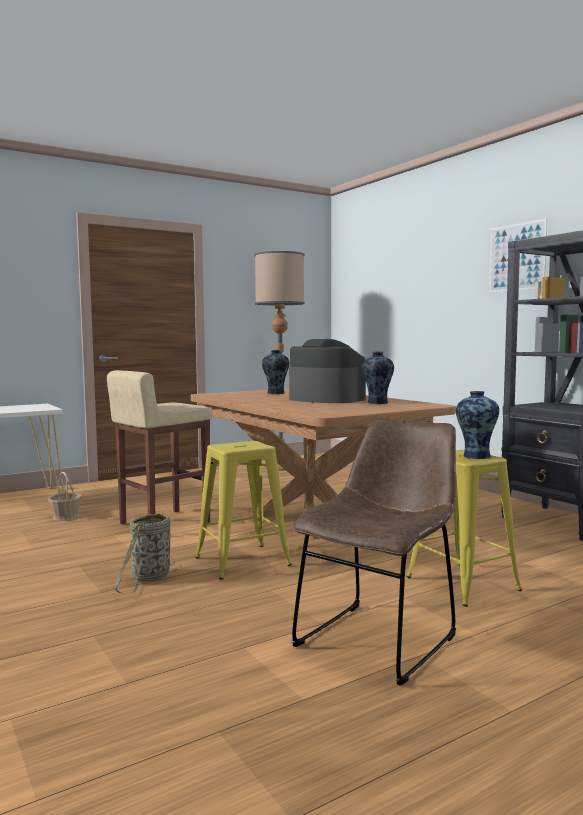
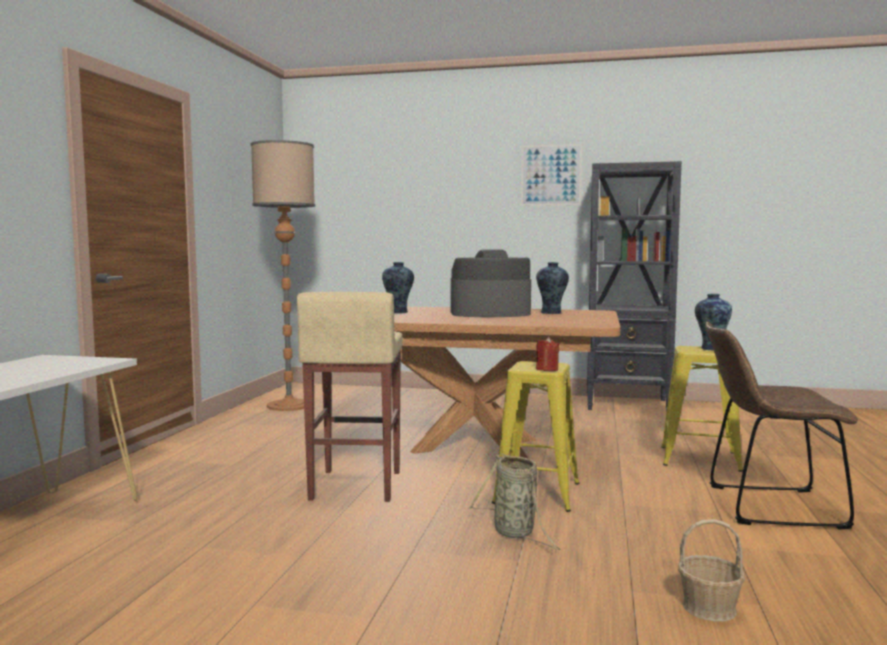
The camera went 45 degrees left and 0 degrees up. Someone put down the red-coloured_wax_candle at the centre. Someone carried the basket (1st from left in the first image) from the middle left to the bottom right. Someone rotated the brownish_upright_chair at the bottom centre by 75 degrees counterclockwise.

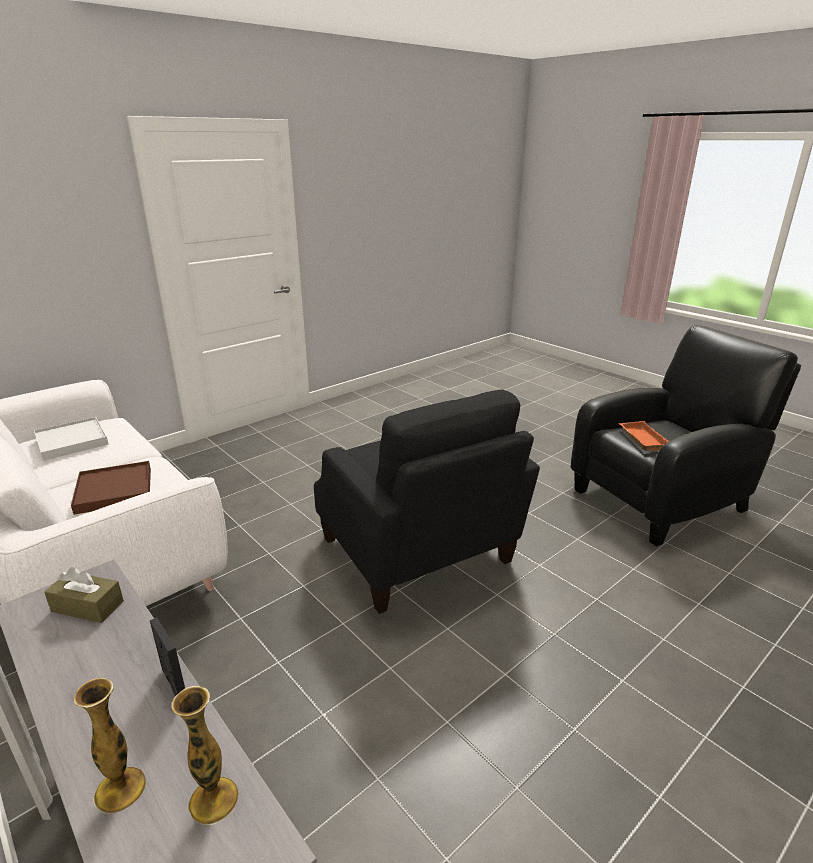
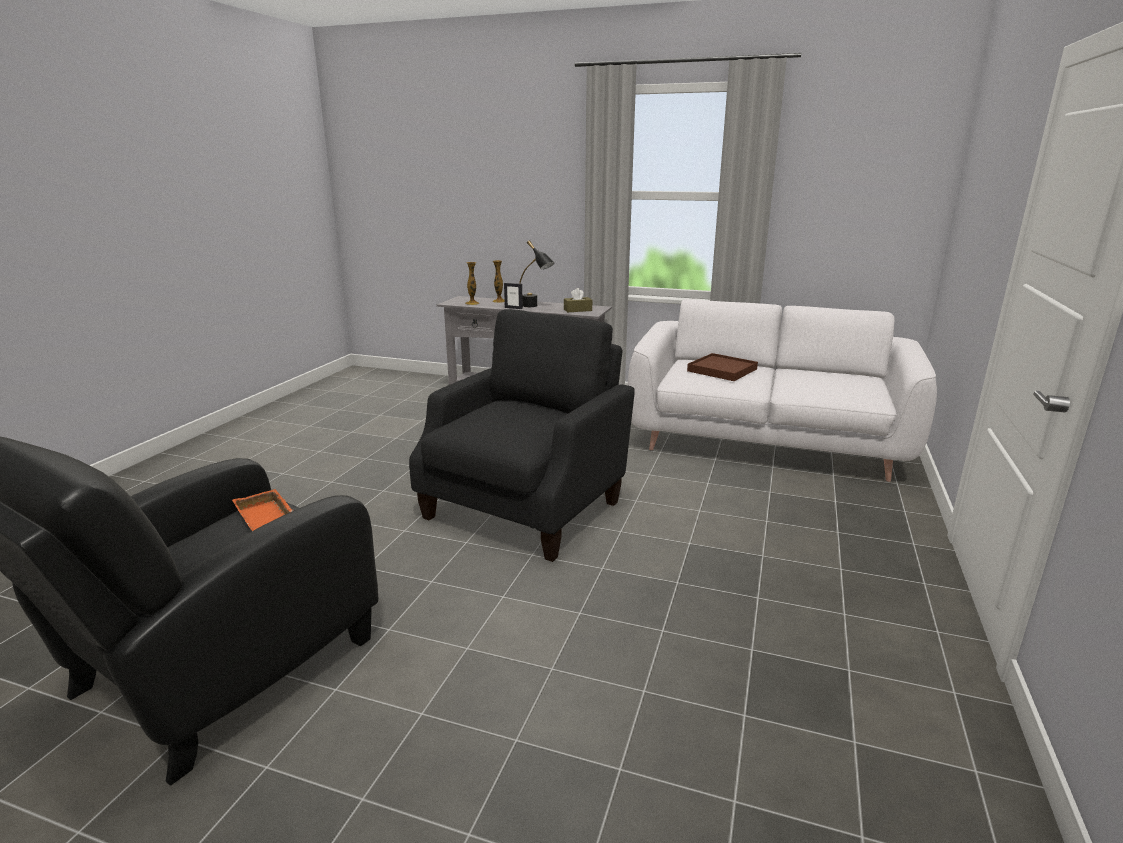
The camera went 150 degrees right and 5 degrees down. Someone rotated the blackish_lounge_chair (1st from left in the first image) at the centre by 90 degrees clockwise. Someone put down the blackish_lamp_for_a_table at the top centre. Someone took away the whitish_carrying_tray at the middle left.

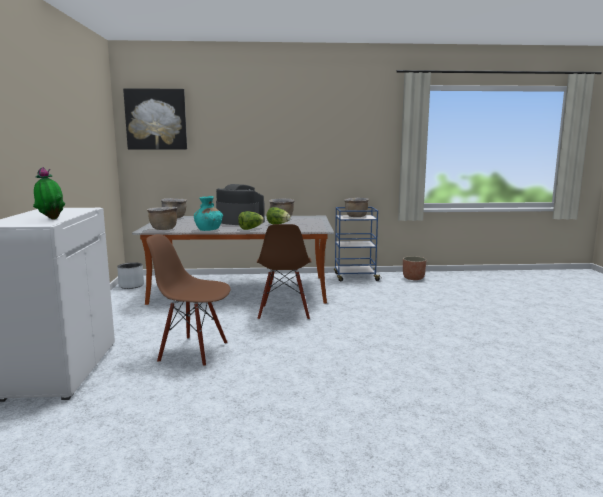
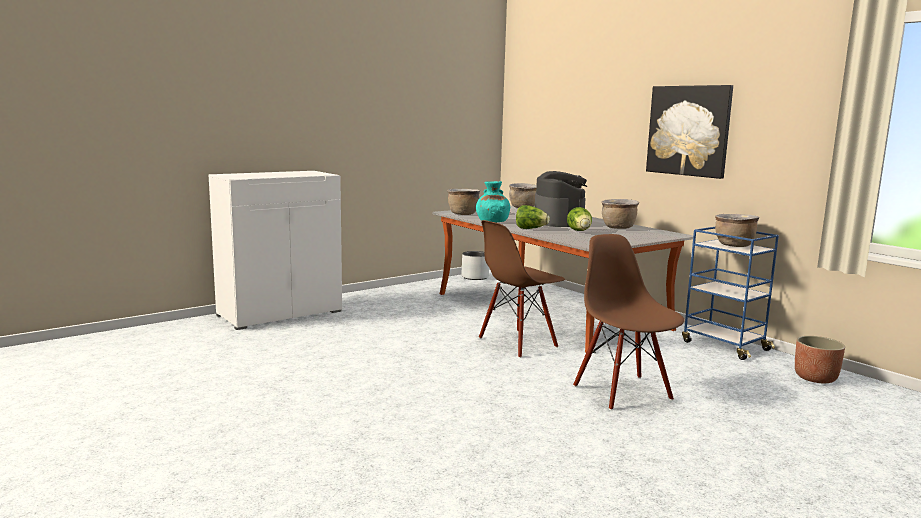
The camera went 55 degrees right and 0 degrees up. Someone carried the brownish_upright_chair (1st from left in the first image) from the middle left to the middle right. Someone carried the wall_picture from the top left to the top right. Someone took away the plant_in_a_pot at the middle left.

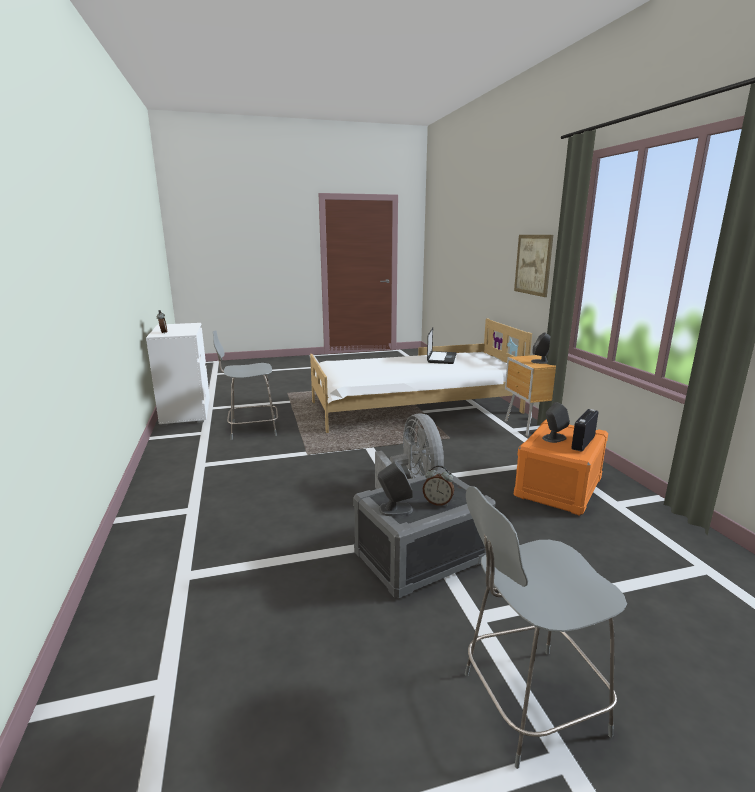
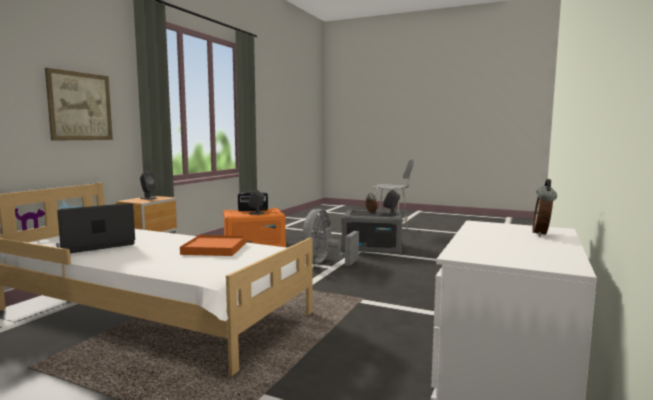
The camera went 140 degrees left and 10 degrees down. Someone put down the orangey_carrying_tray at the middle left. Someone took away the grey_upright_chair (1st from left) at the middle left.

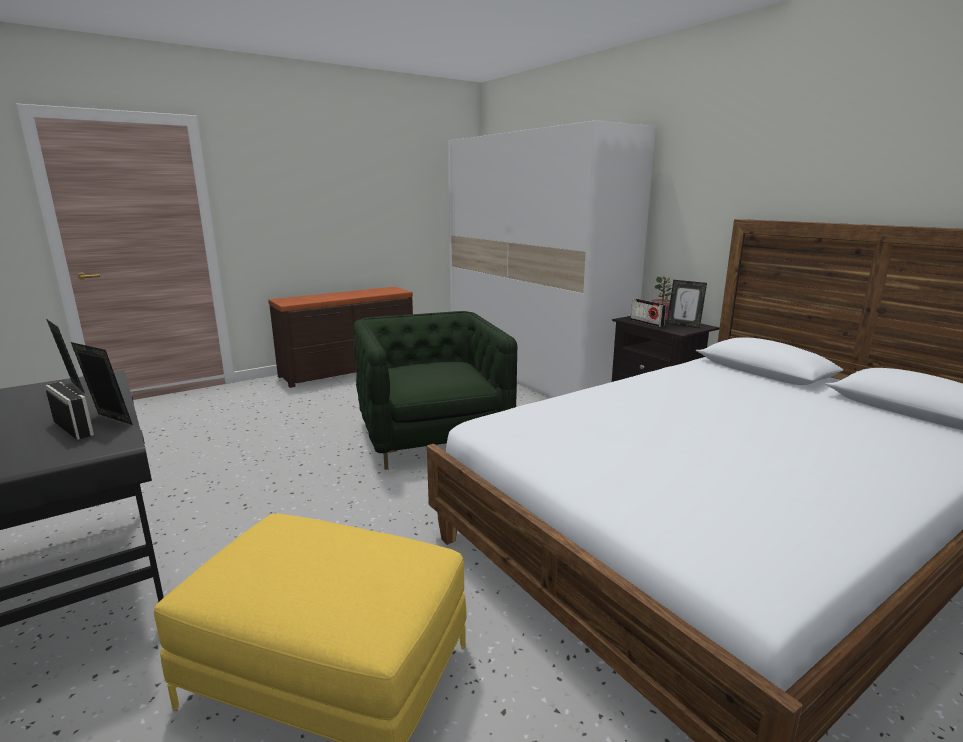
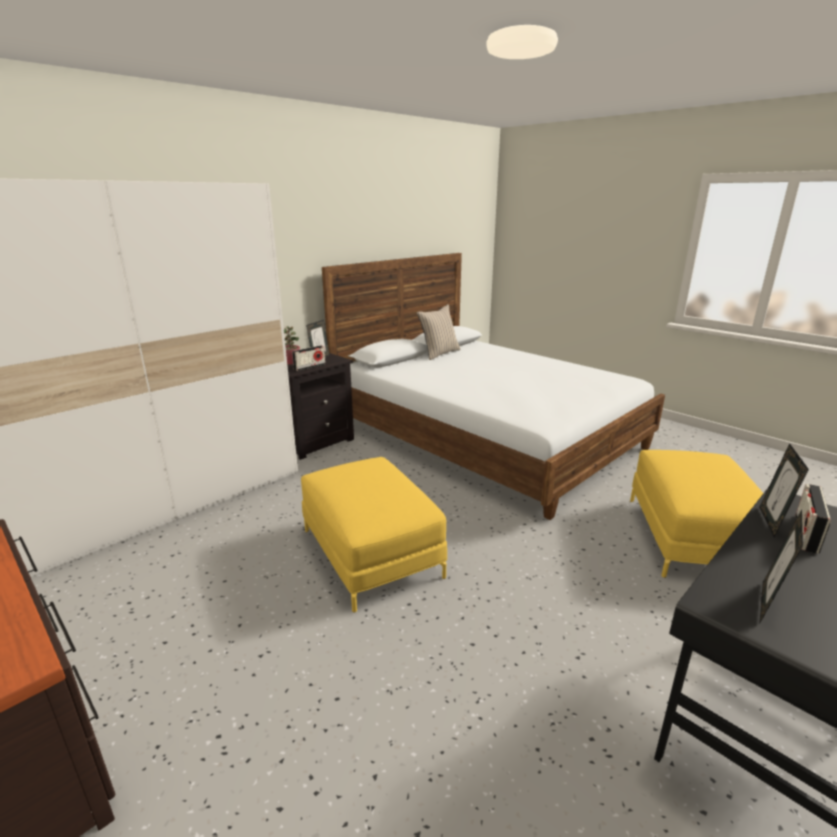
The camera went 100 degrees left and 5 degrees up. Someone swapped the greenish_lounge_chair at the centre for the yellow-coloured_footrest (1st from left) at the centre. Someone put down the beige-coloured_cushion at the centre.

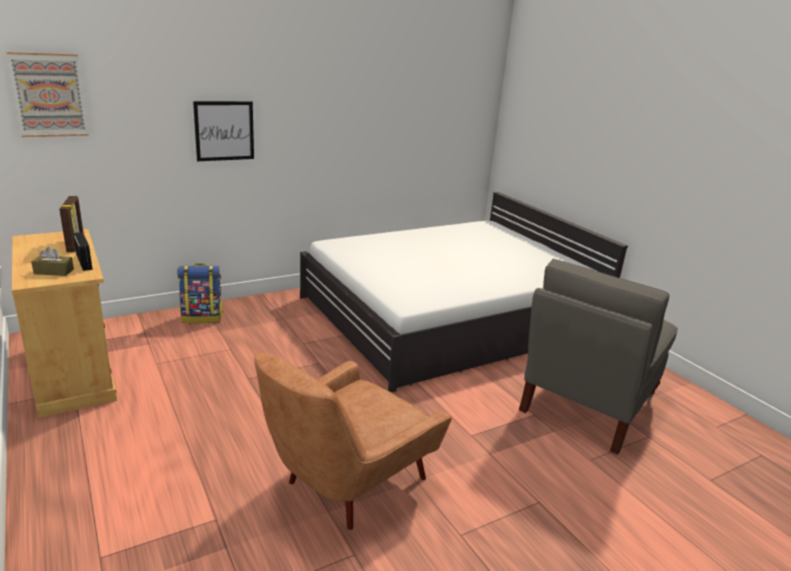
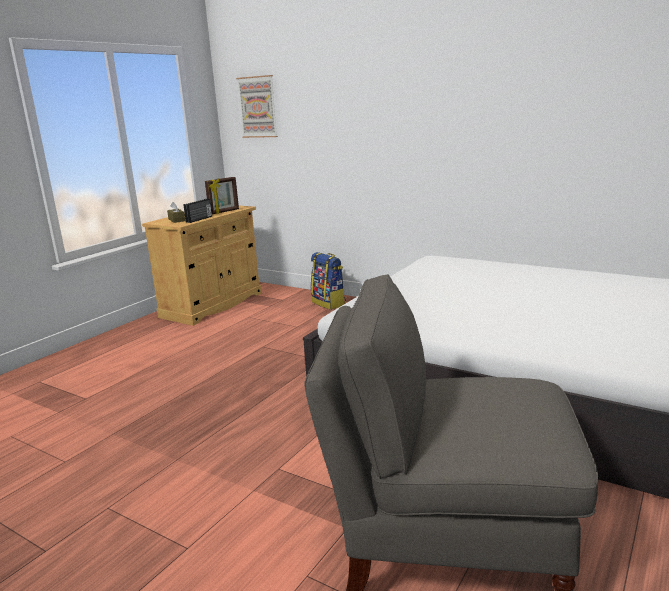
The camera went 65 degrees right and 5 degrees down. Someone took away the wall_picture (2nd from left) at the top left. Someone took away the brownish_lounge_chair at the bottom centre.

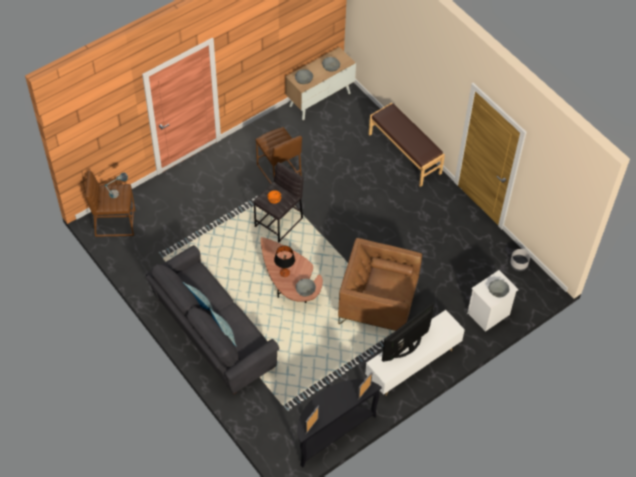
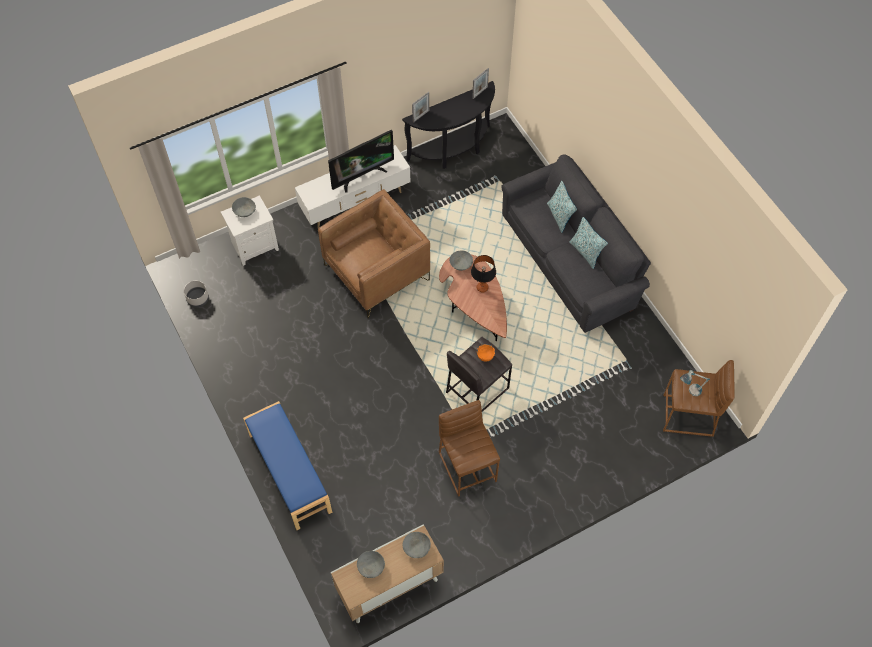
The camera went 170 degrees left and 5 degrees up. Someone repainted the brownish_indoor_bench at the top centre, which became the bluish_indoor_bench at the bottom left. Someone rotated the brownish_lounge_chair at the centre by 60 degrees counterclockwise.

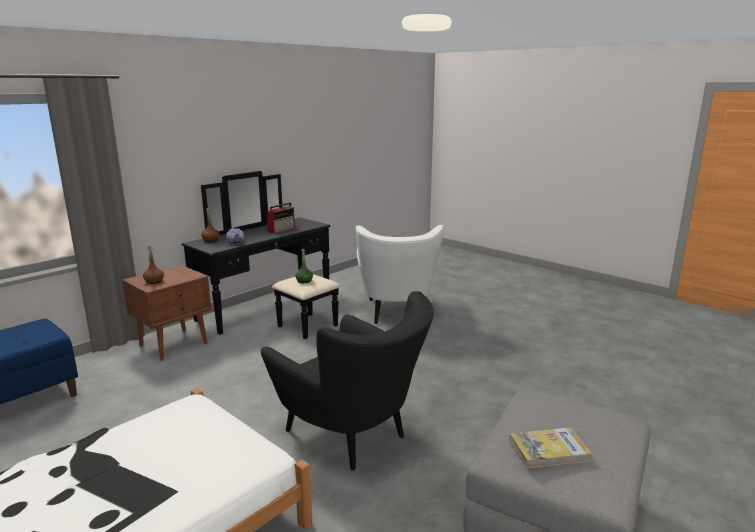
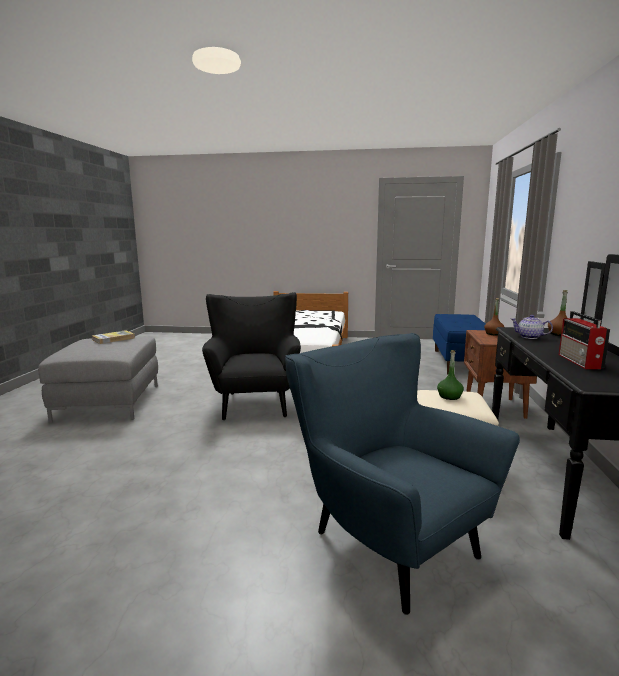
The camera went 145 degrees right and 5 degrees down. Someone rotated the blackish_lounge_chair at the bottom centre by 75 degrees clockwise. Someone repainted the whitish_lounge_chair at the centre, which became the bluish_lounge_chair at the bottom centre.

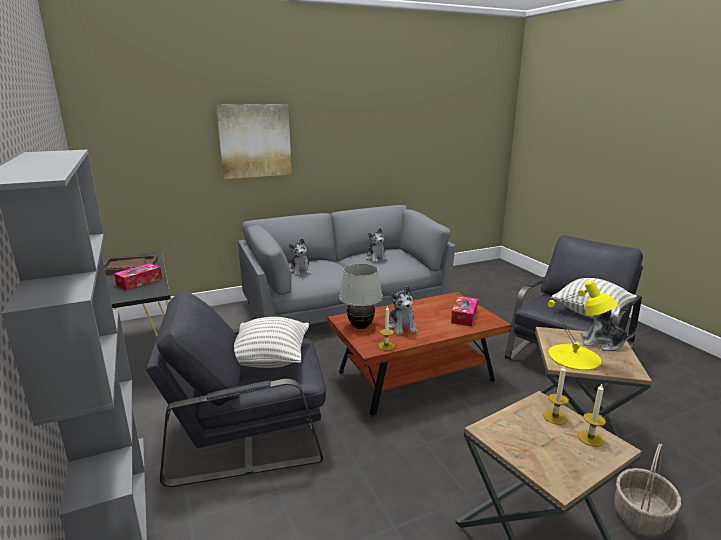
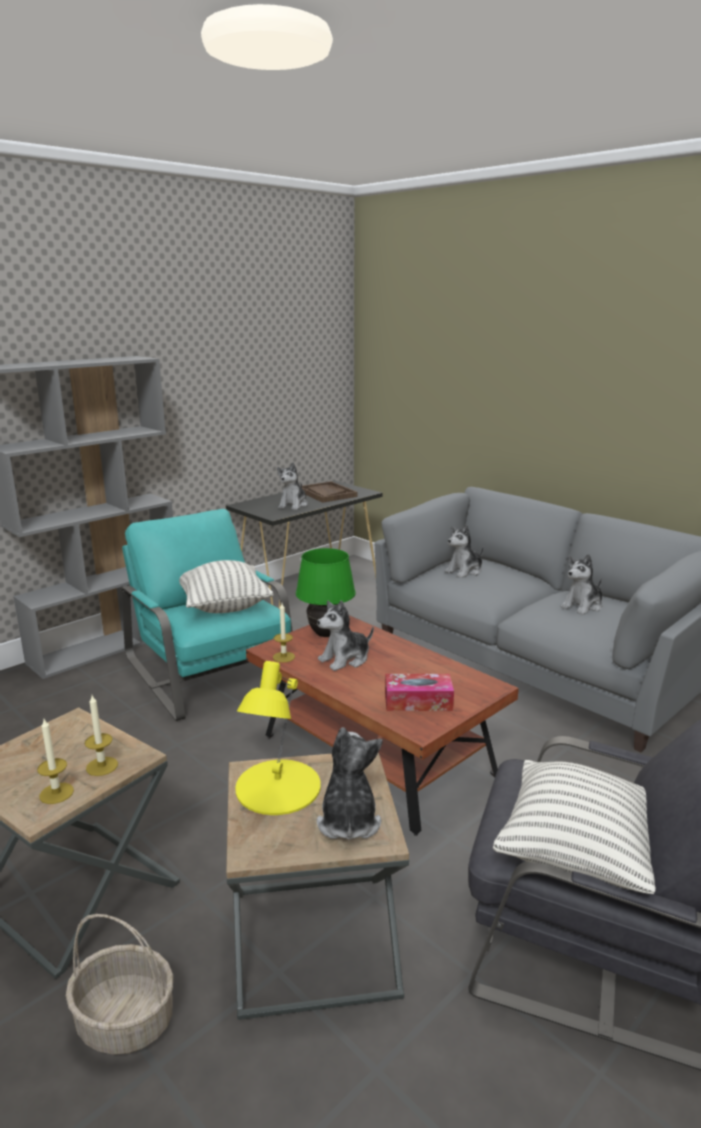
The camera went 70 degrees right and 0 degrees up. Someone repainted the grey_lounge_chair (1st from left) at the bottom left, which became the blue-green_lounge_chair at the middle left. Someone swapped the tissue_holder (1st from left) at the middle left for the soft_toy (1st from left) at the centre. Someone repainted the whitish_lamp_for_a_table at the centre, which became the greenish_lamp_for_a_table at the centre. Someone took away the wall_picture at the top centre.

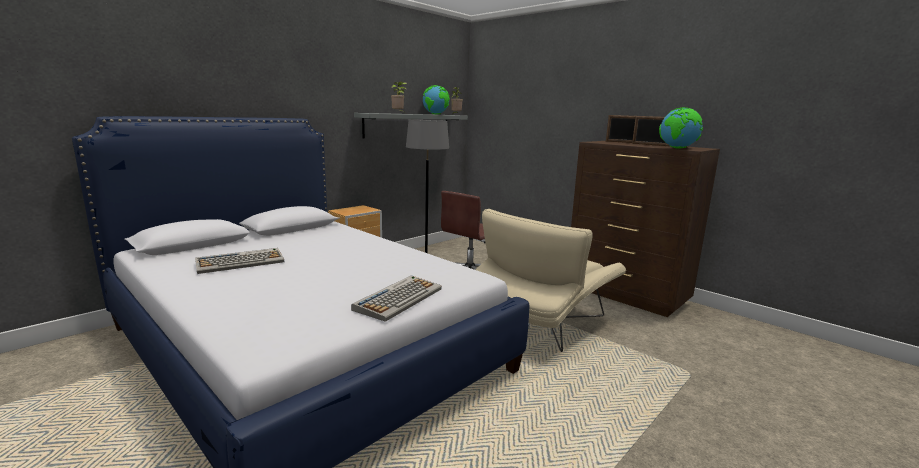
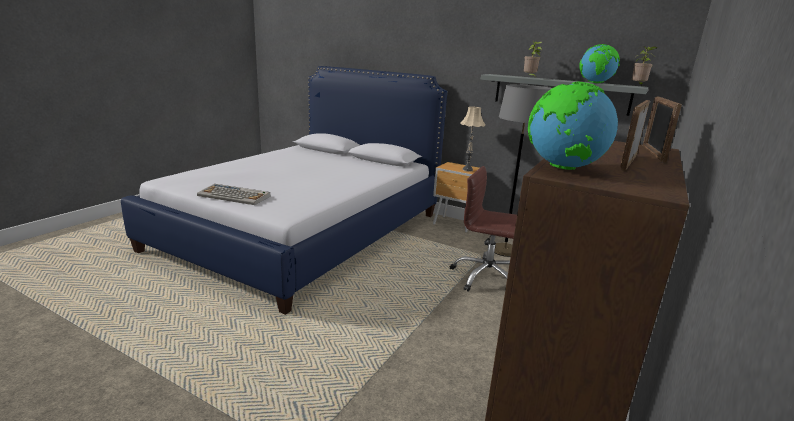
The camera went 75 degrees right and 5 degrees up. Someone put down the beige-coloured_lamp_for_a_table at the top centre. Someone took away the keyboard (1st from left) at the middle left. Someone took away the beige-coloured_lounge_chair at the centre.

